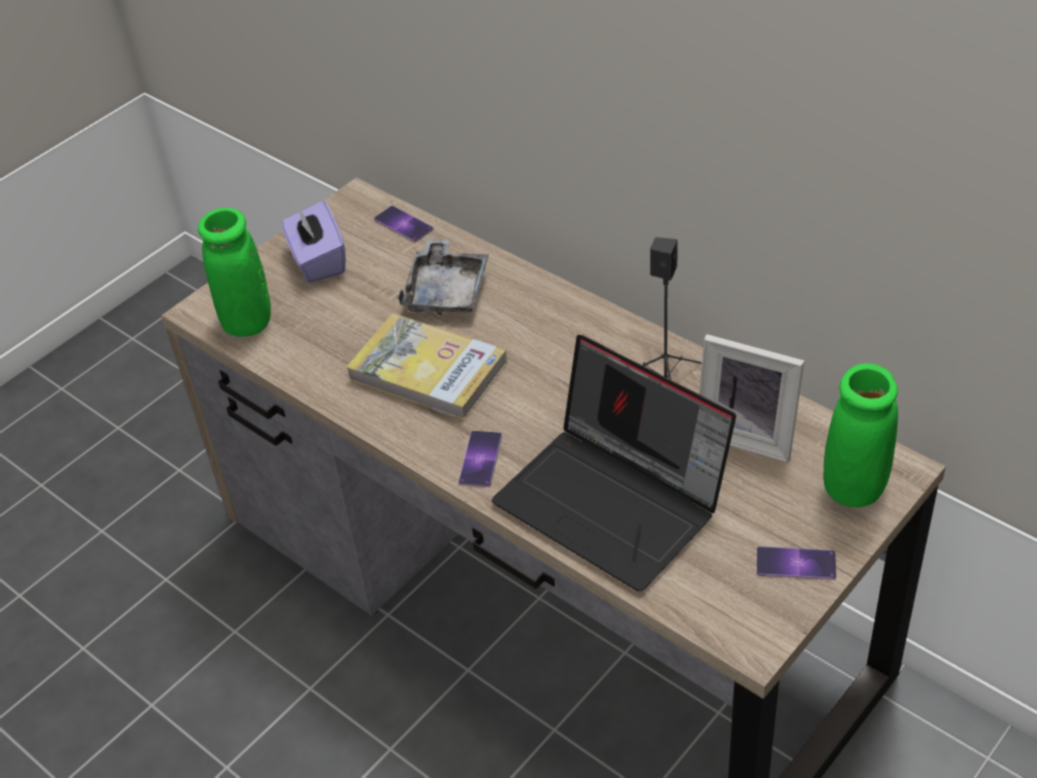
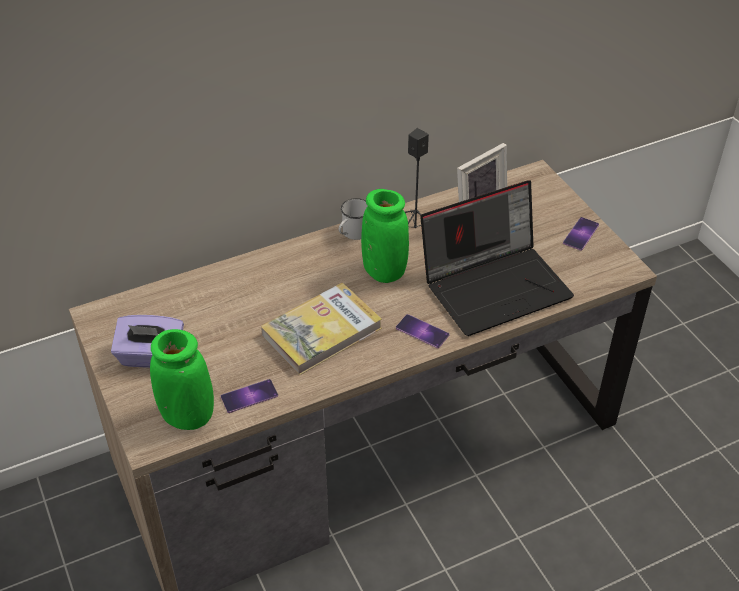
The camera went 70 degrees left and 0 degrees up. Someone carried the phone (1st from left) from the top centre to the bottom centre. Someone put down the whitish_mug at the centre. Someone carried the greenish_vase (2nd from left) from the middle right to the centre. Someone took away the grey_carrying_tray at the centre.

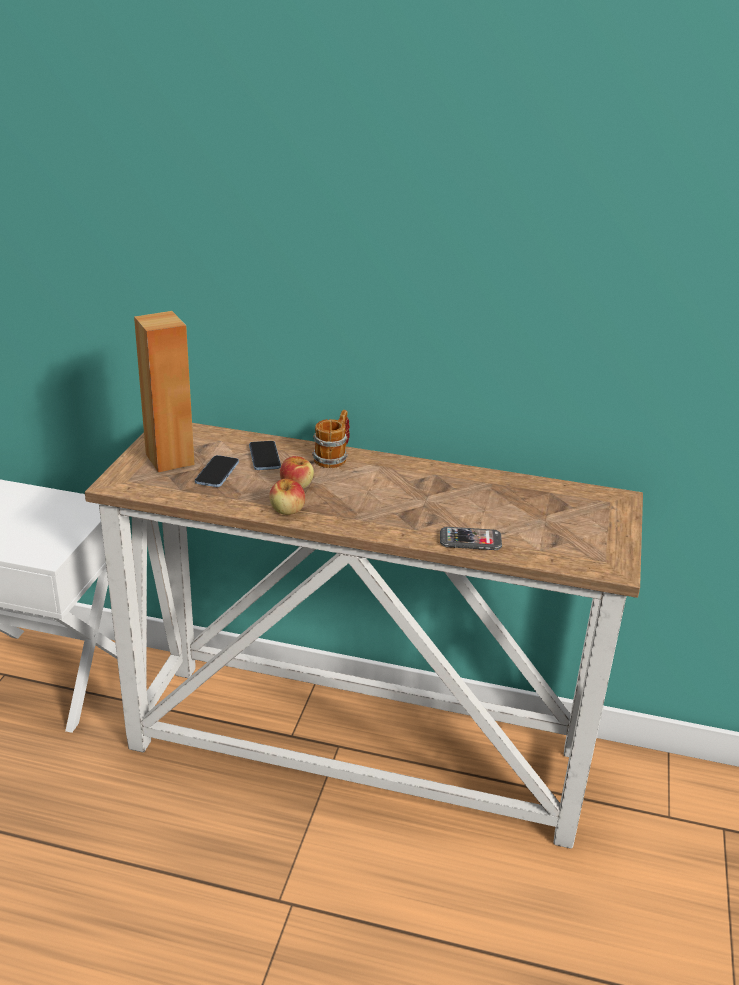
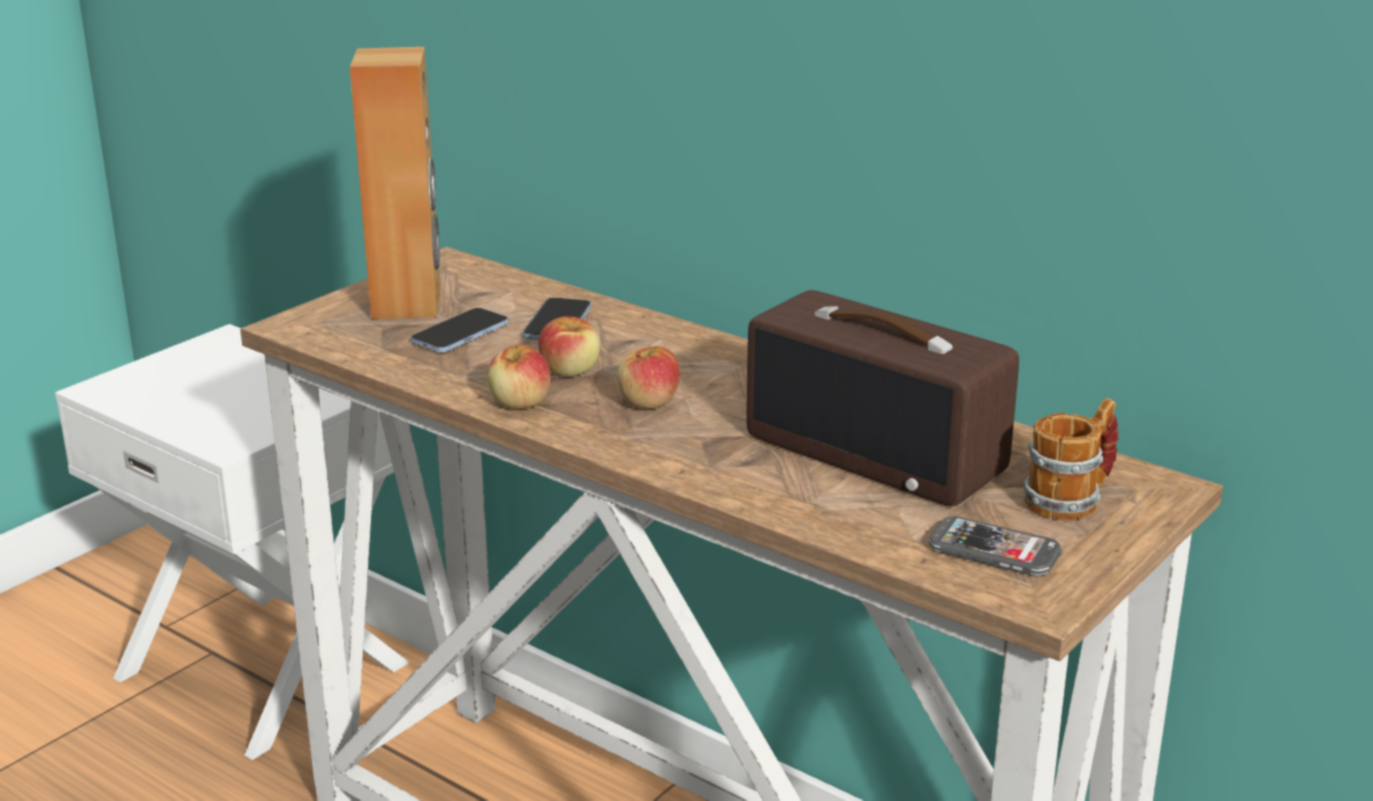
The camera went 25 degrees right and 5 degrees down. Someone put down the apple (3rd from left) at the centre. Someone put down the radio at the centre. Someone carried the phone (3rd from left) from the centre to the bottom right. Someone carried the mug from the centre to the middle right.

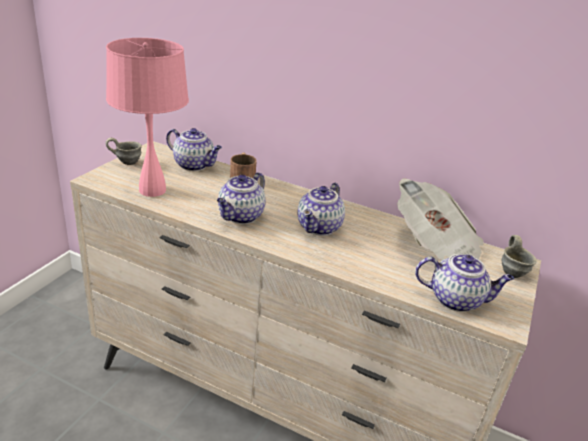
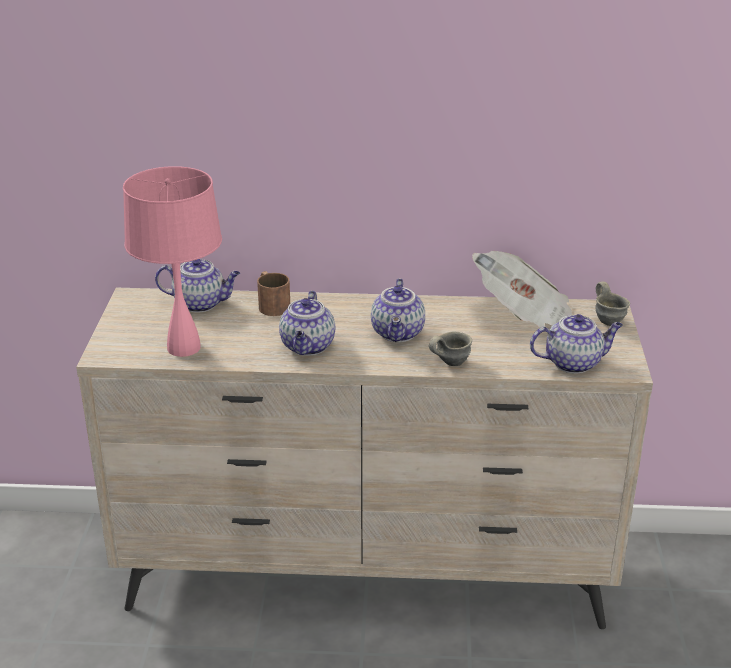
The camera went 20 degrees left and 0 degrees up. Someone carried the grey_mug (1st from left) from the middle left to the centre.

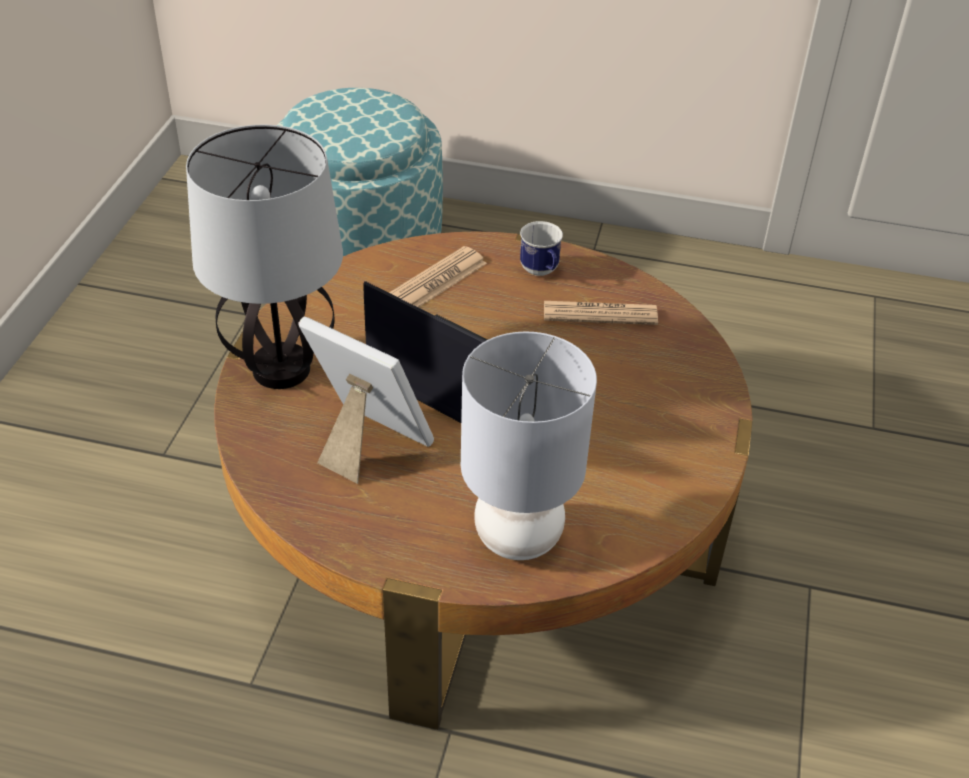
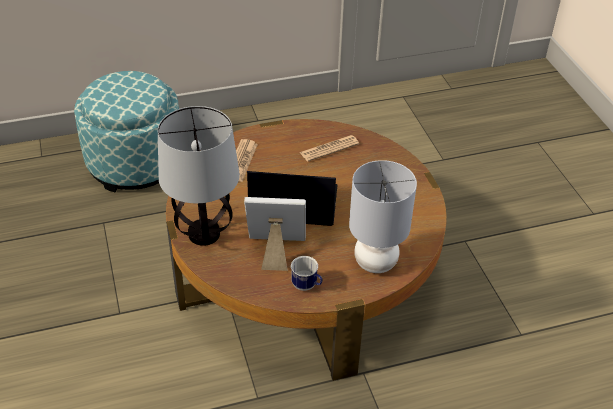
The camera went 30 degrees left and 0 degrees up. Someone carried the mug from the top centre to the bottom centre.

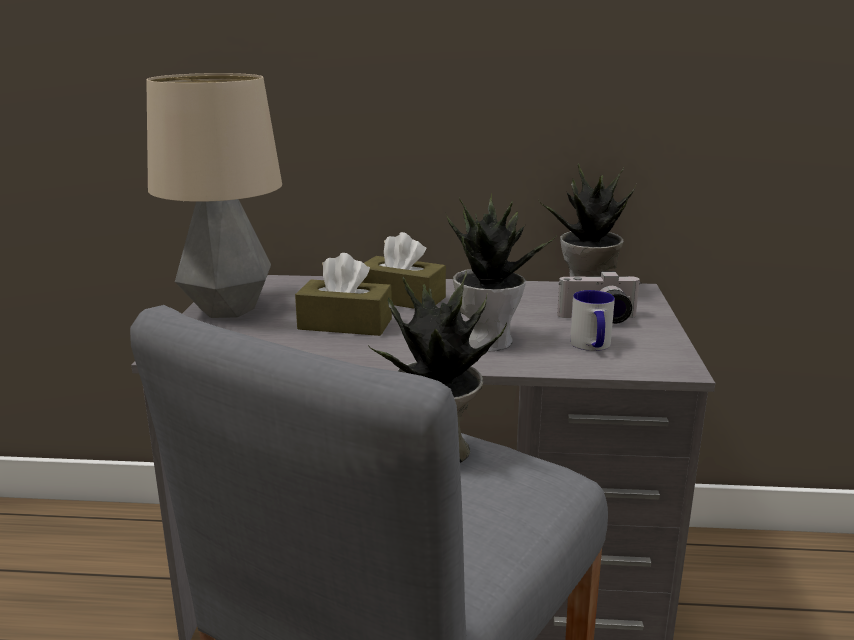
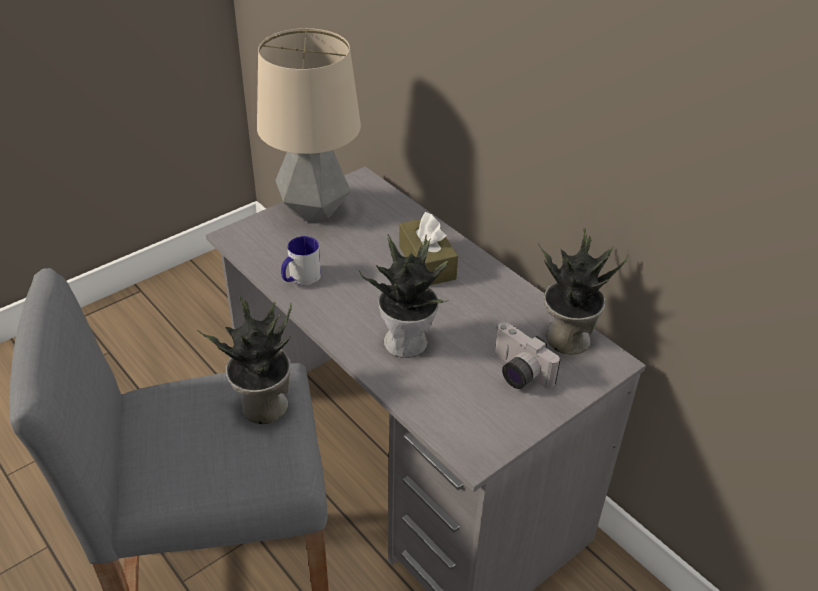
The camera went 45 degrees right and 20 degrees up. Someone carried the mug from the middle right to the centre. Someone took away the brownish_tissue_holder (1st from left) at the centre.

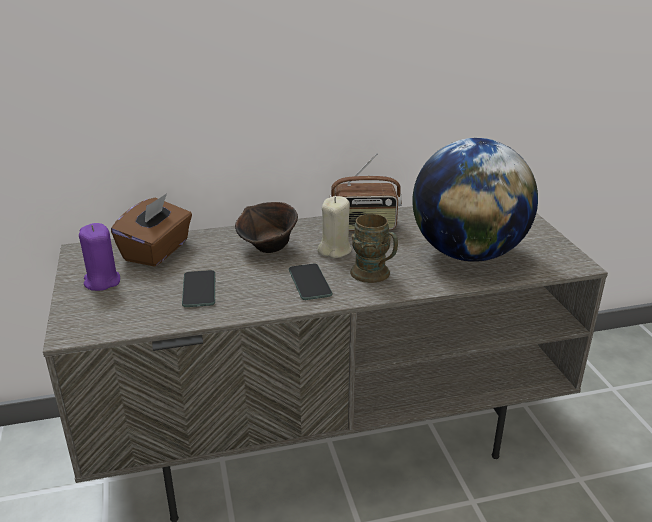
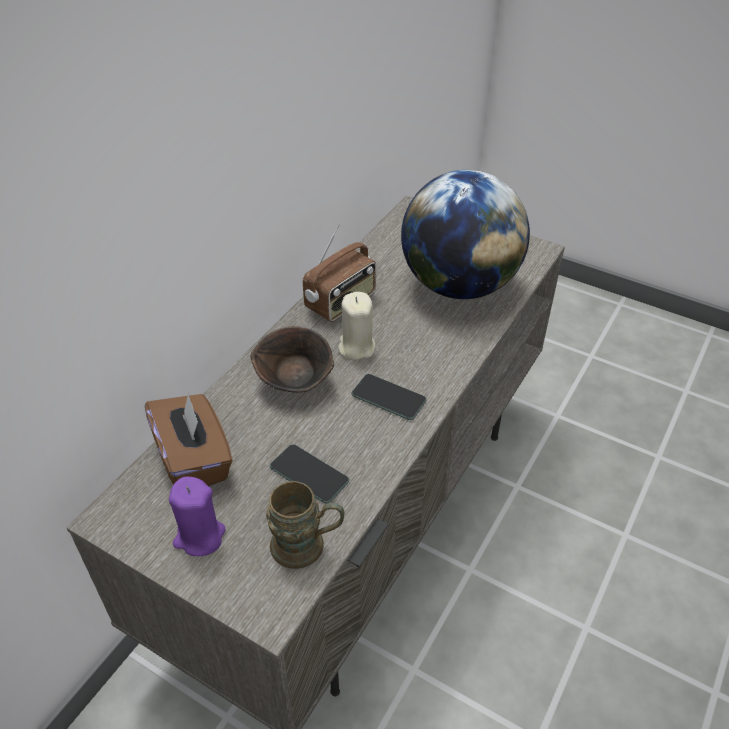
The camera went 45 degrees left and 15 degrees up. Someone carried the brownish_mug from the centre to the bottom centre.

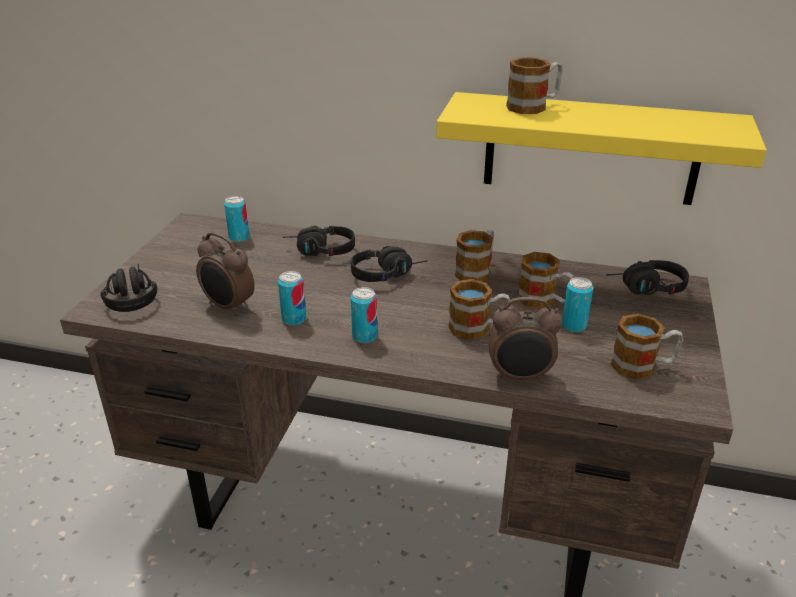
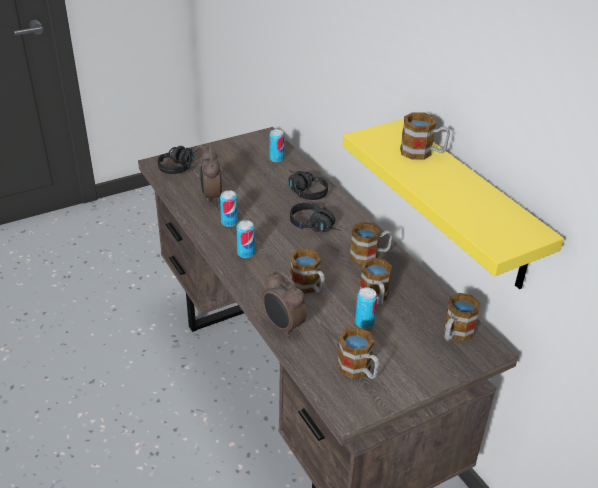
The camera went 45 degrees right and 5 degrees up. Someone swapped the blackish_pair_of_headphones (4th from left) at the middle right for the mug (6th from left) at the middle right.

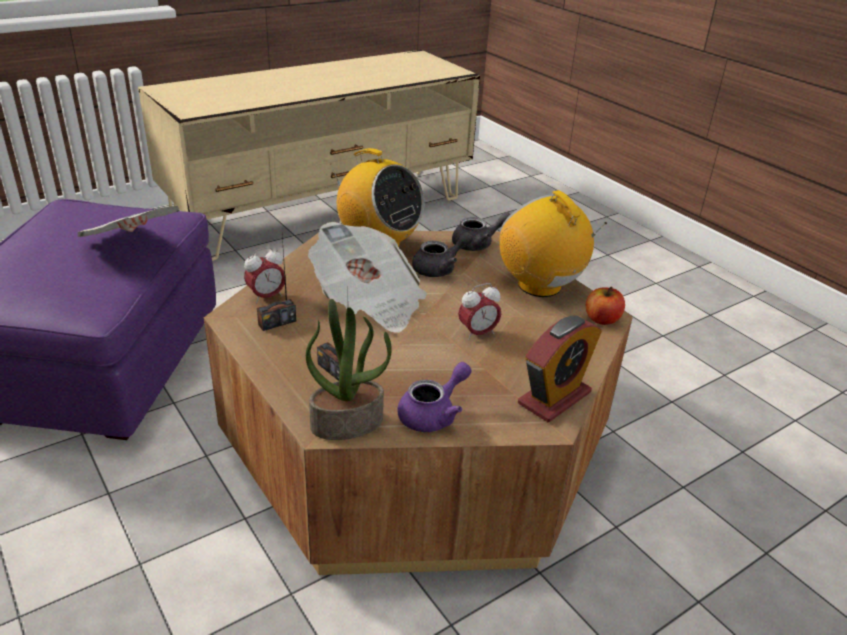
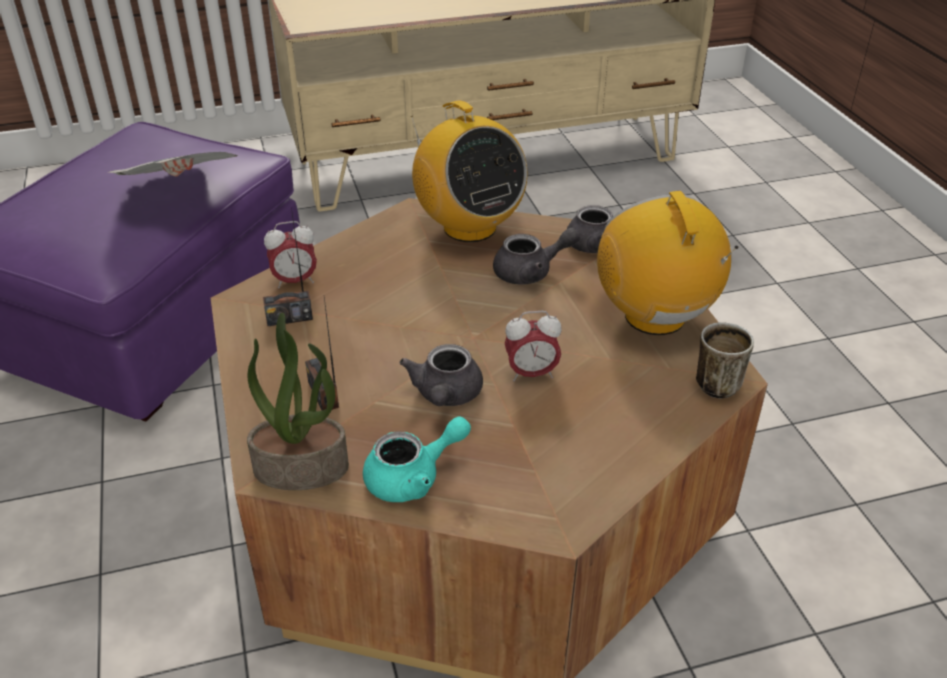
The camera went 20 degrees right and 5 degrees up. Someone repainted the purple_pot_for_tea at the centre, which became the blue-green_pot_for_tea at the bottom centre. Someone put down the grey_pot_for_tea (1st from left) at the centre. Someone swapped the apple at the middle right for the mug at the middle right. Someone took away the daily_paper (2nd from left) at the centre. Someone took away the bedside_clock (3rd from left) at the centre.

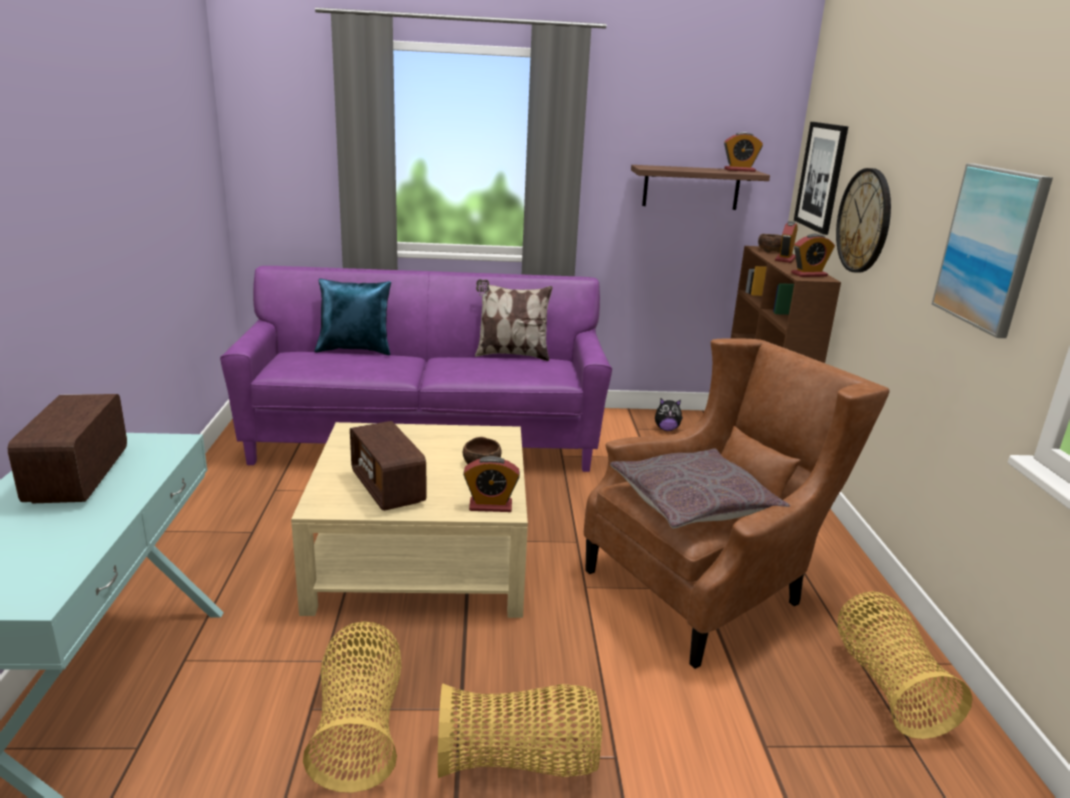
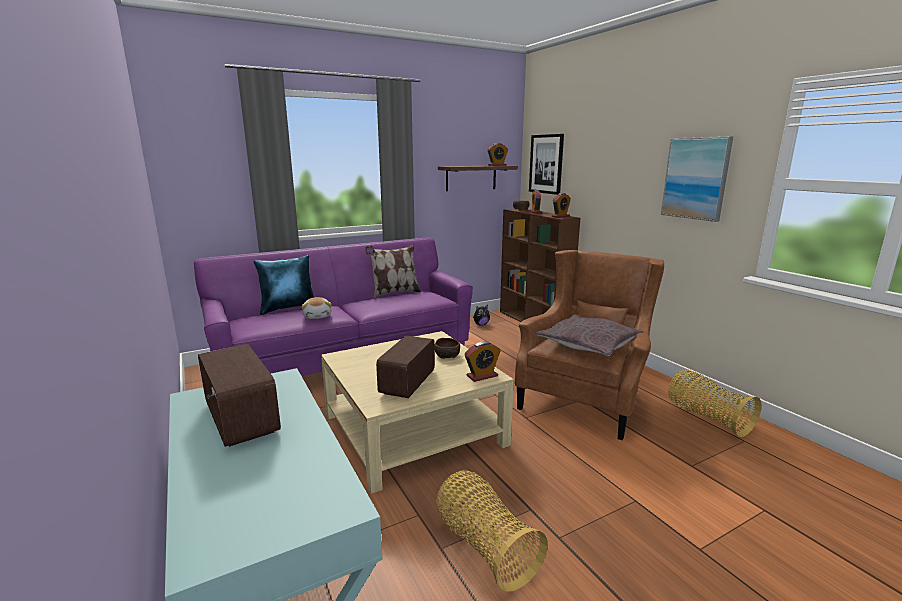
The camera went 25 degrees left and 5 degrees down. Someone put down the soft_toy (1st from left) at the centre. Someone rotated the radio (2nd from left) at the centre by 75 degrees clockwise. Someone took away the basket (2nd from left) at the bottom centre. Someone took away the clock_on_the_wall at the top right.

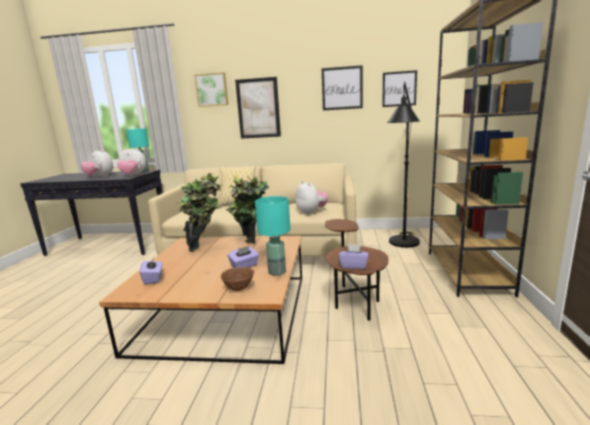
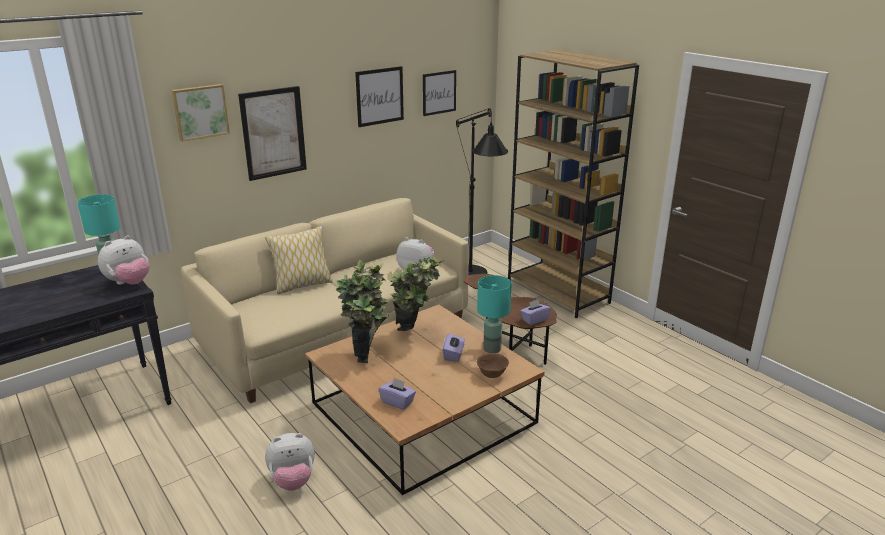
The camera went 45 degrees left and 10 degrees up. Someone carried the soft_toy (1st from left in the first image) from the middle left to the bottom left.

